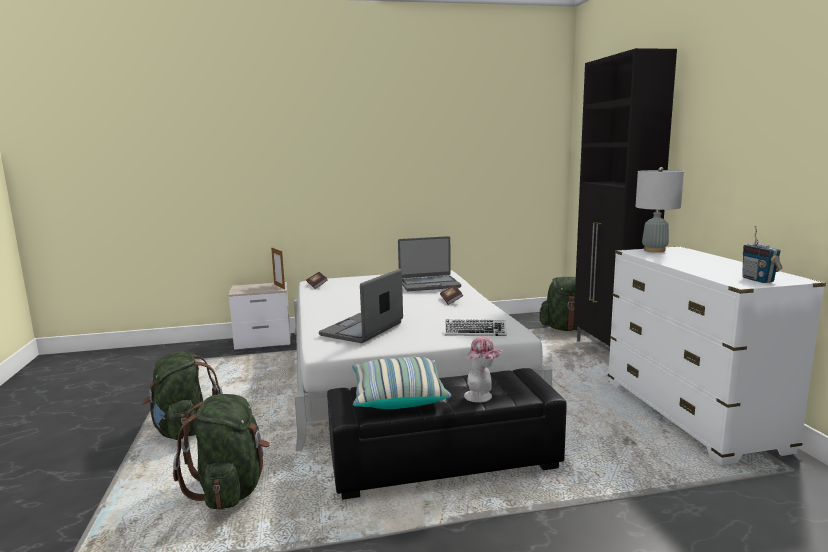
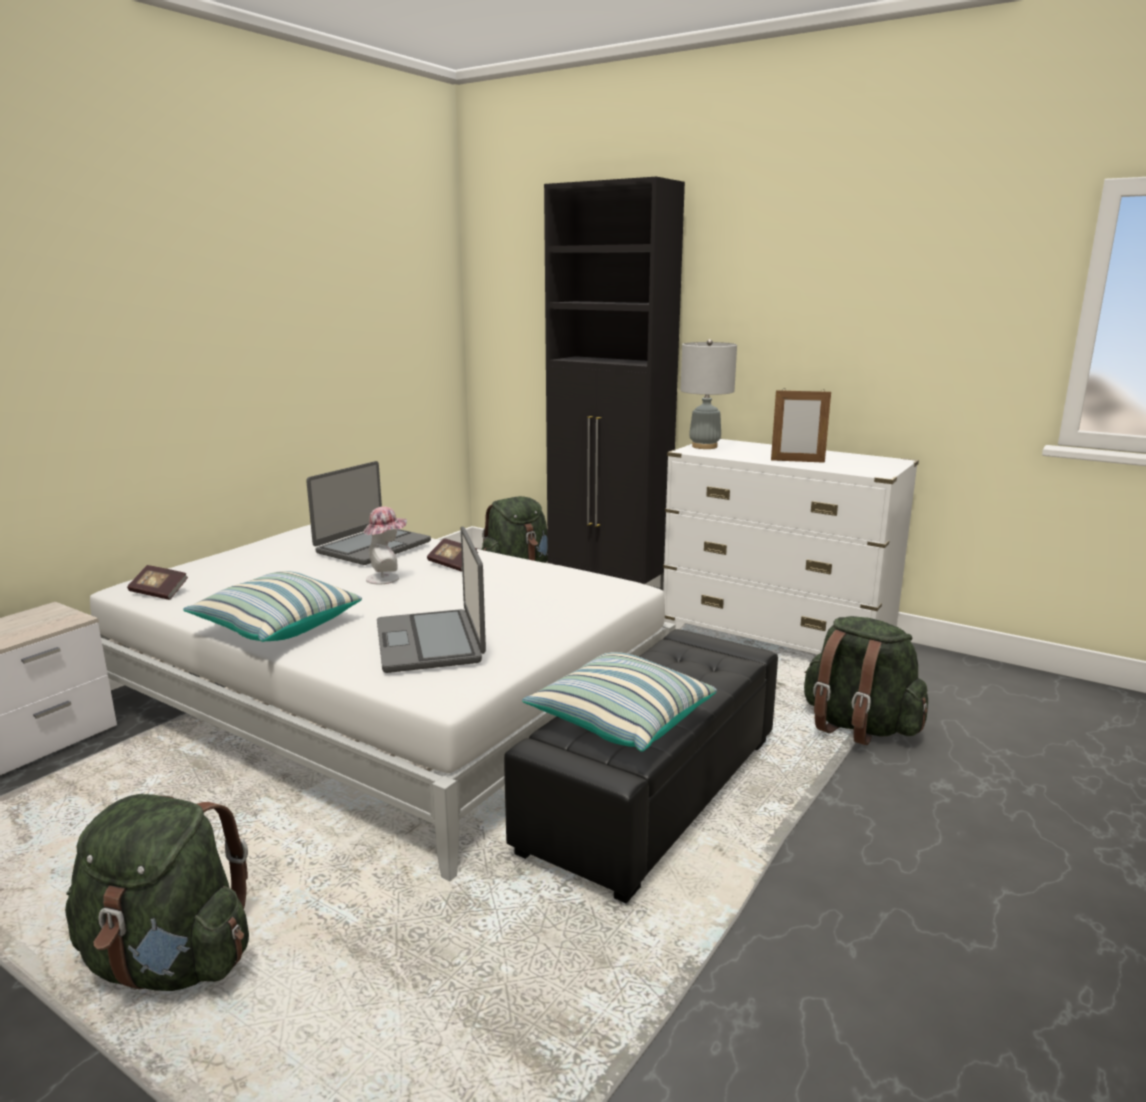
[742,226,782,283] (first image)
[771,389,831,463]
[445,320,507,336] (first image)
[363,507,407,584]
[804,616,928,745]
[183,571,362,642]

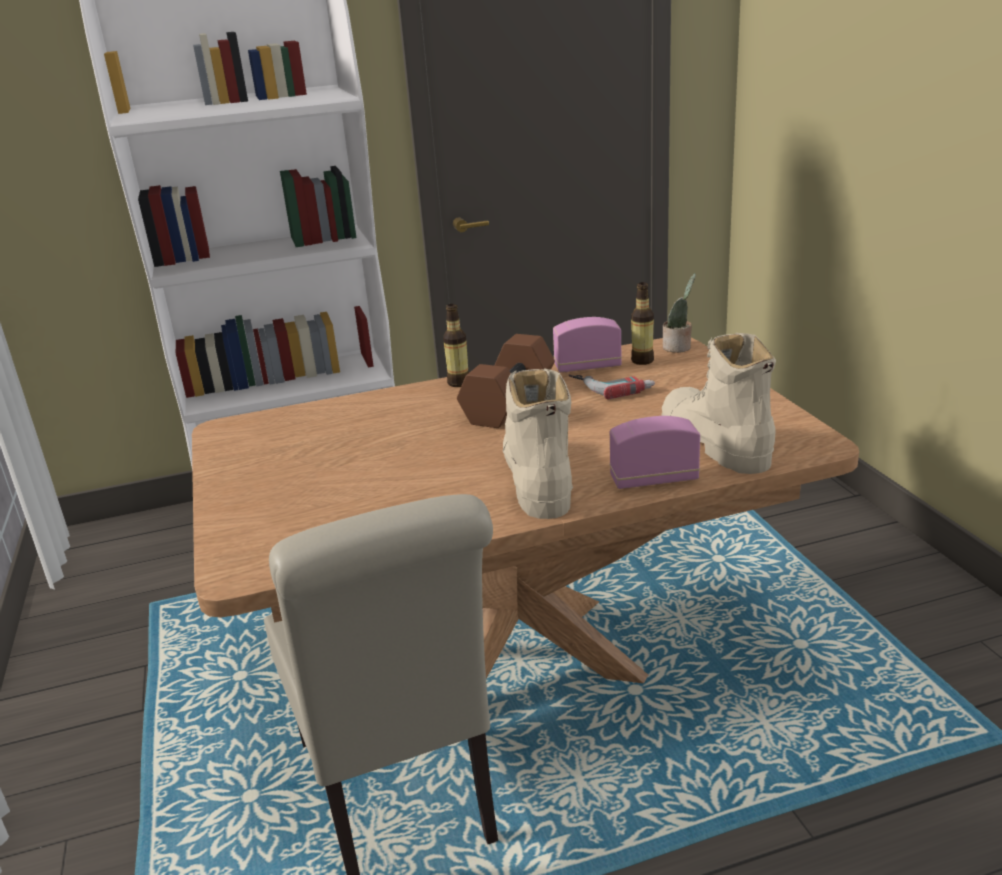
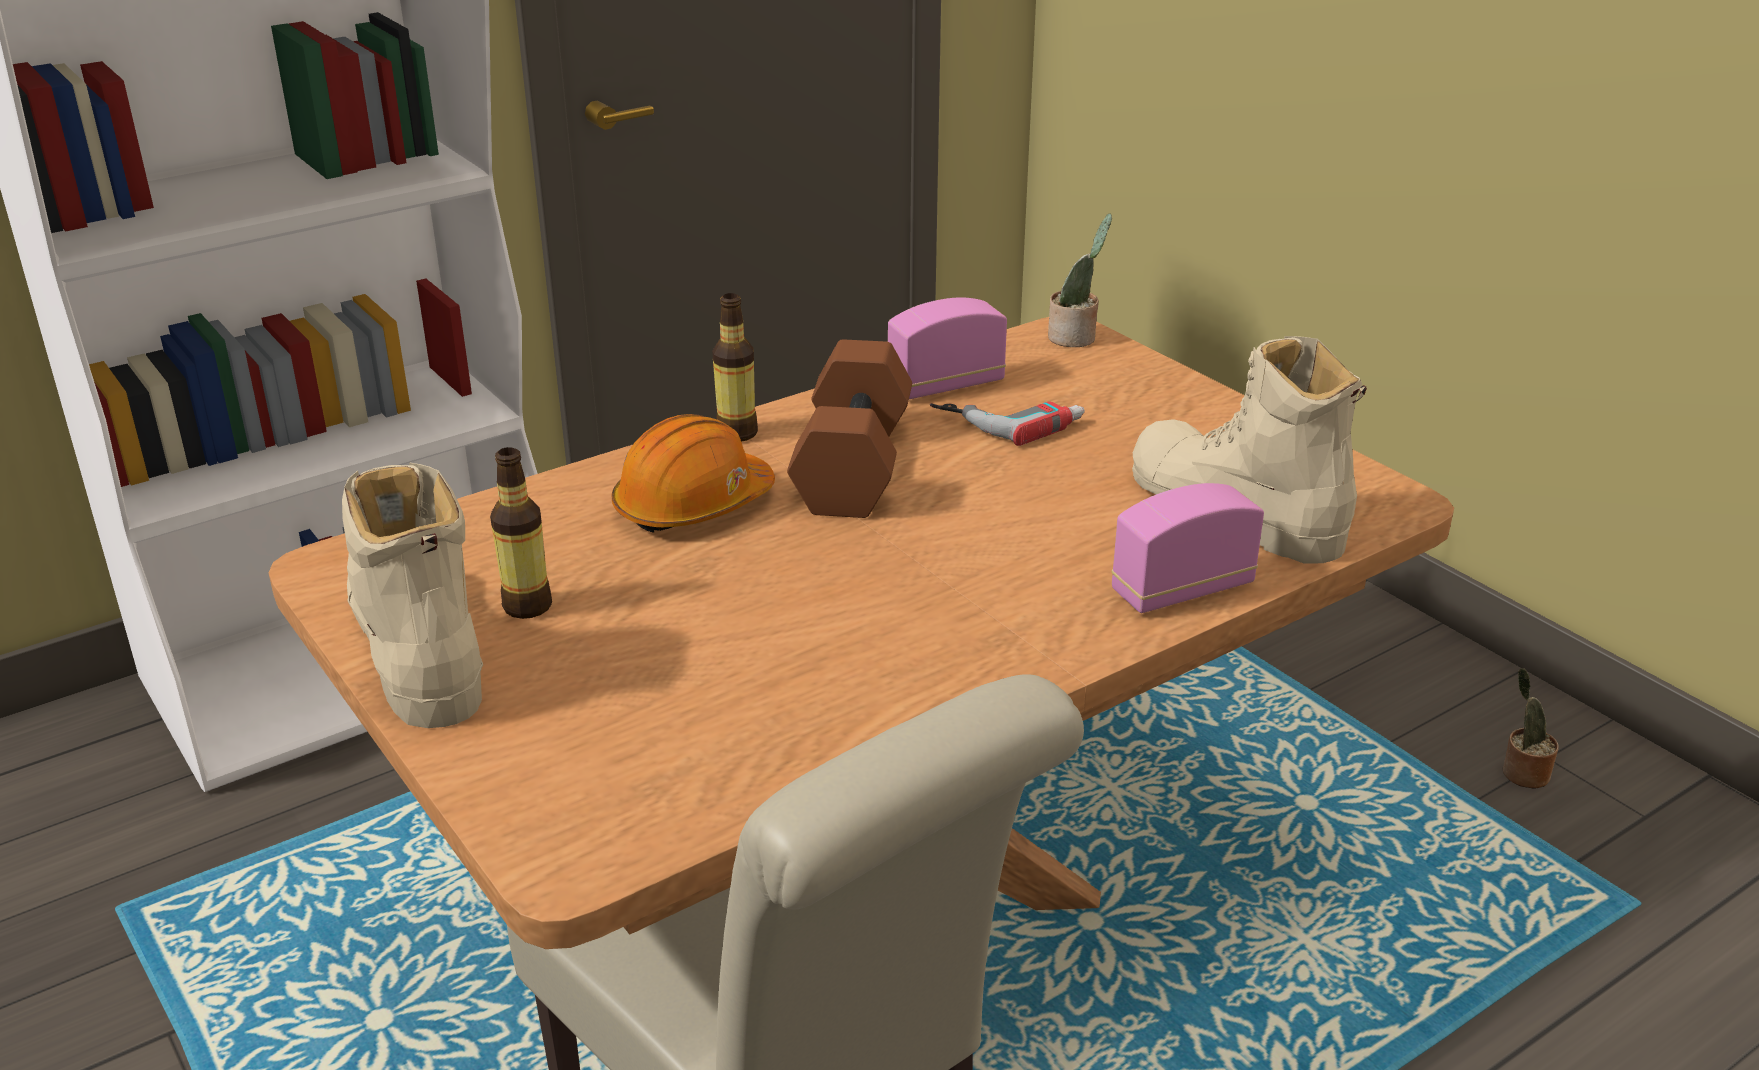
[490,447,552,619]
[342,462,483,728]
[612,414,775,533]
[1502,668,1559,789]

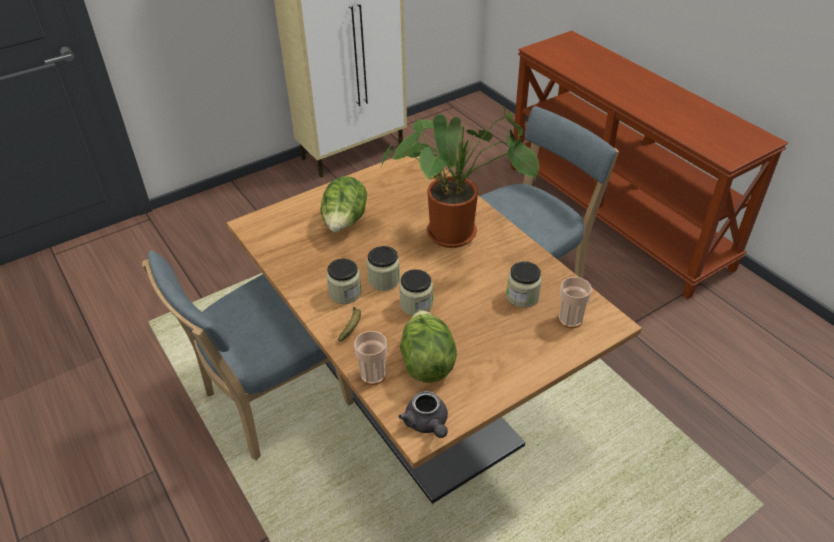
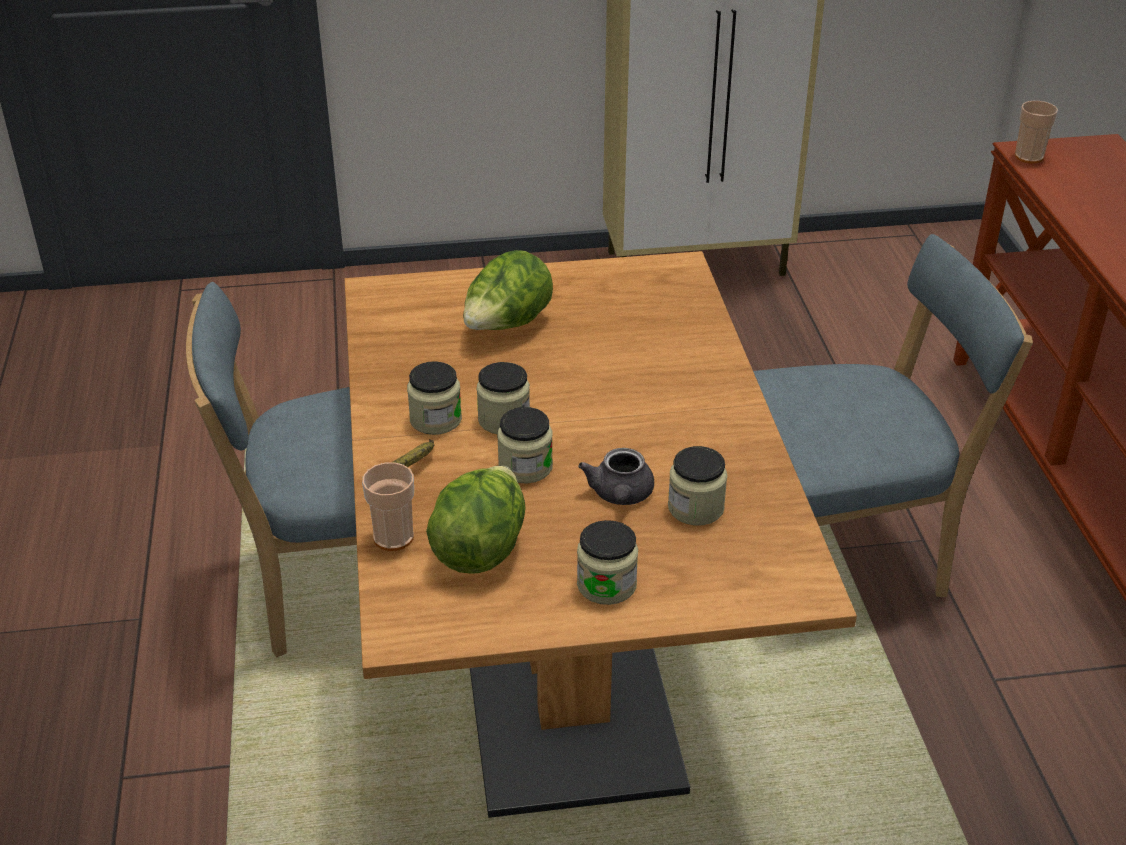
[381,105,539,248] (first image)
[1015,101,1058,164]
[578,448,654,505]
[577,520,638,605]

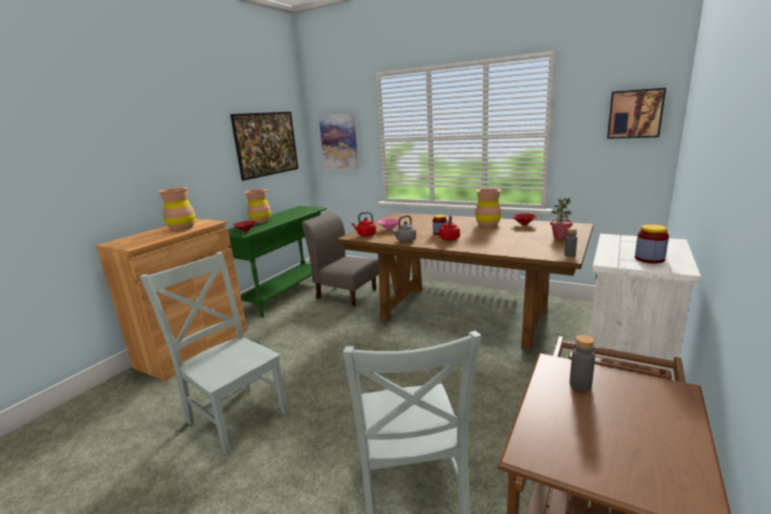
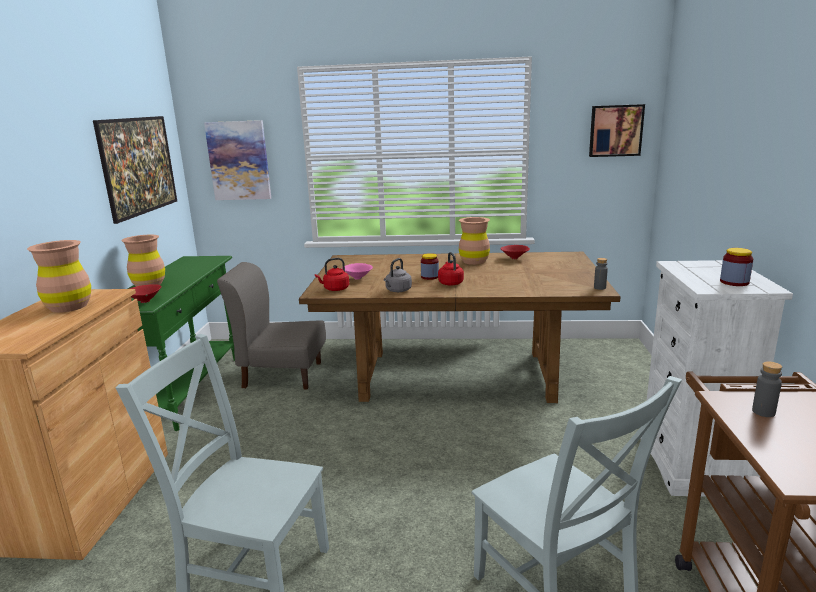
[550,198,573,240] (first image)

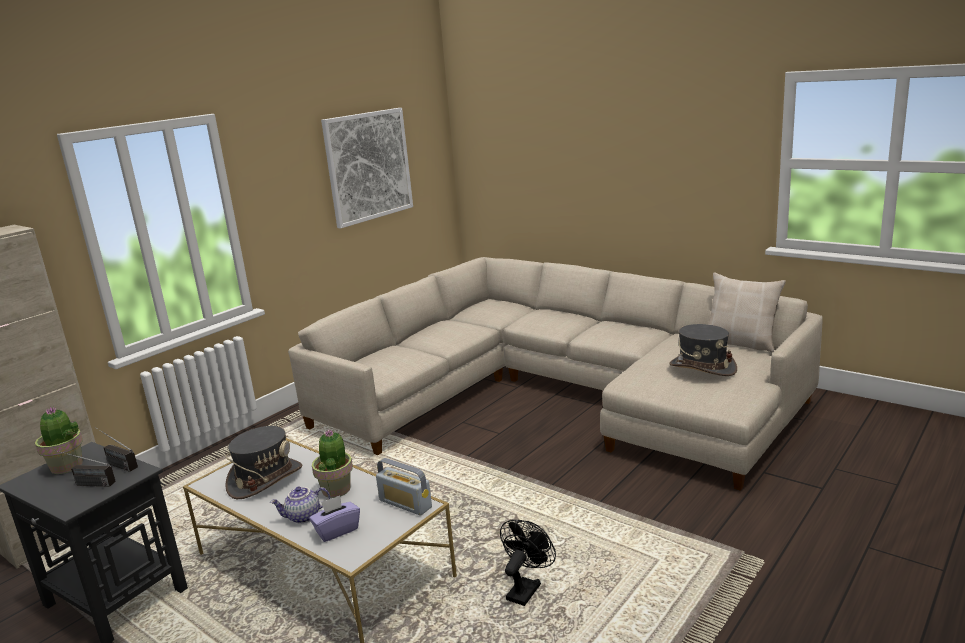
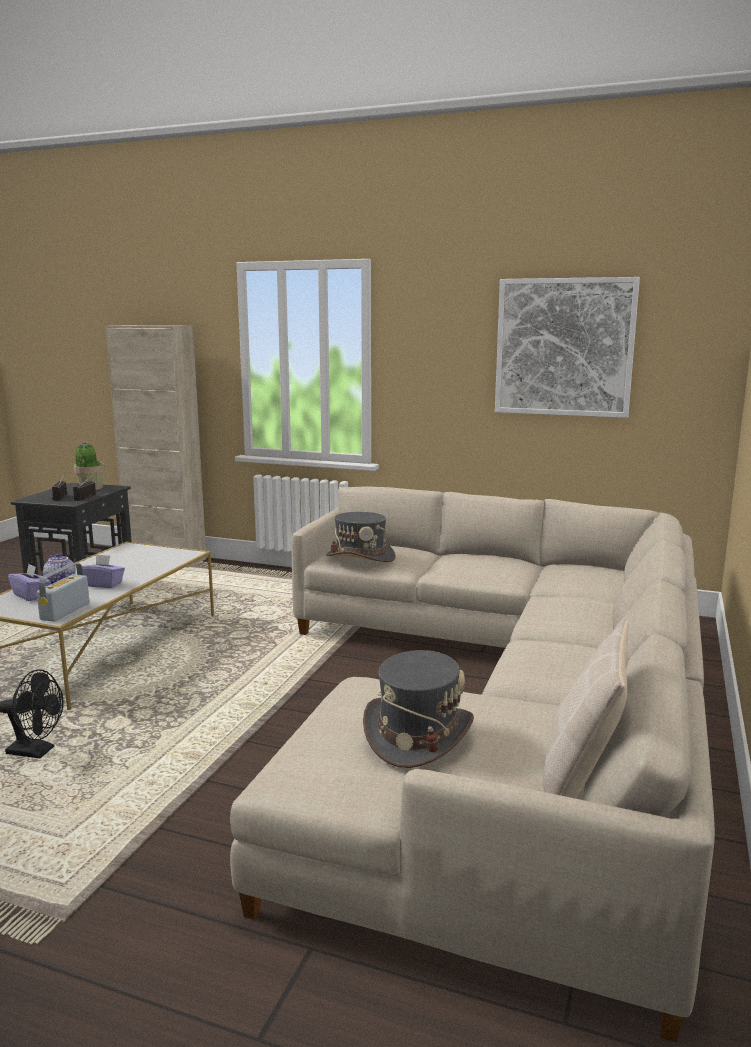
[326,512,396,562]
[82,554,125,588]

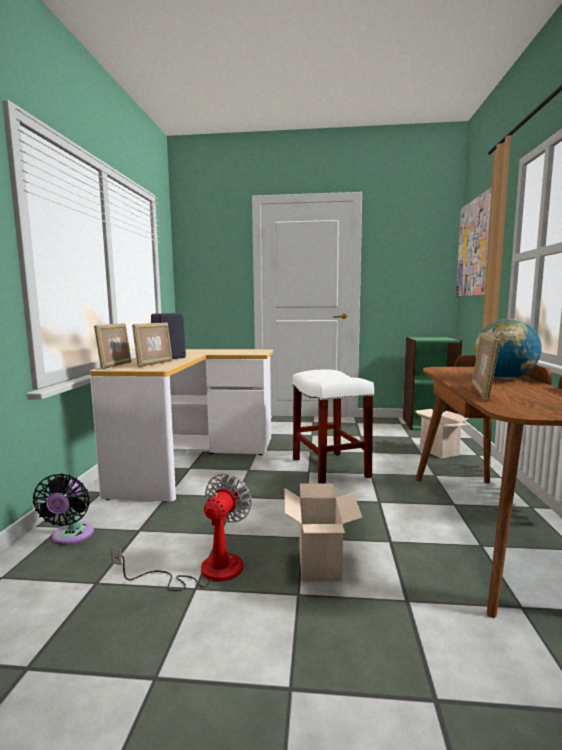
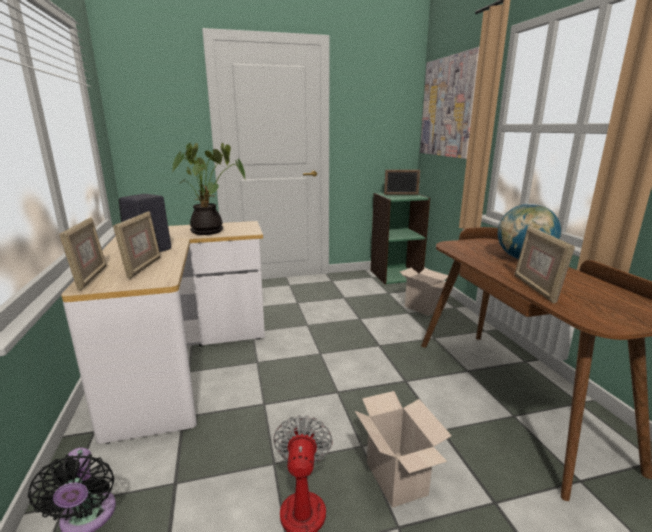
[292,369,374,484] (first image)
[172,143,245,235]
[384,170,420,195]

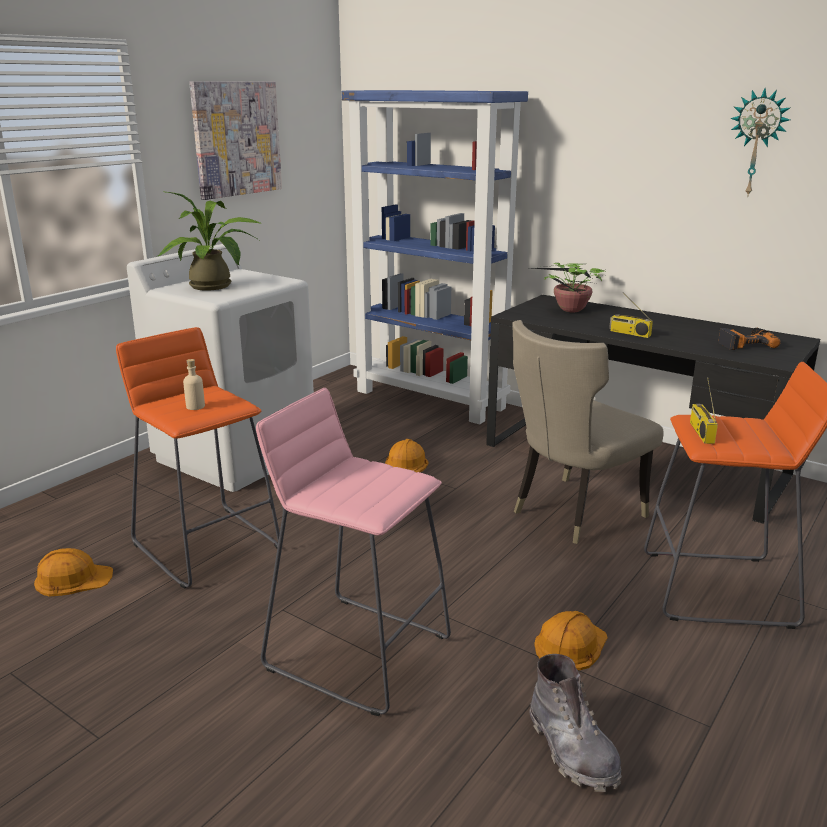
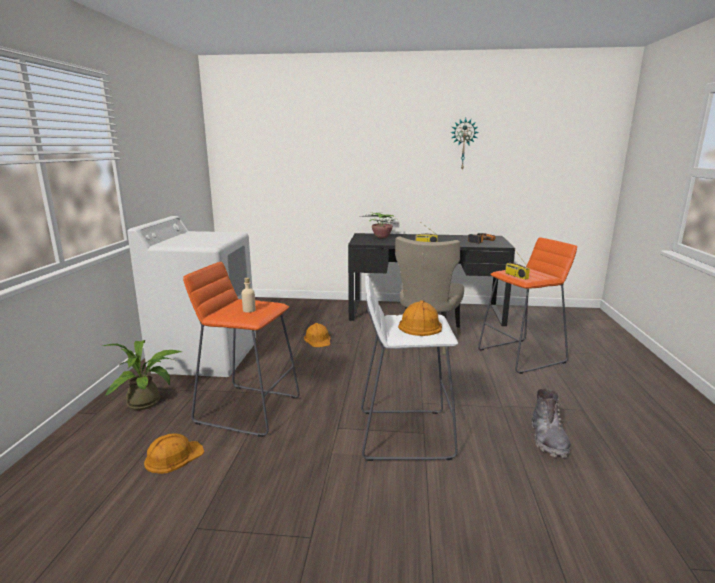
[189,82,282,200] (first image)
[342,90,528,424] (first image)
[101,340,182,410]
[361,276,458,461]
[398,300,442,336]
[532,389,570,458]

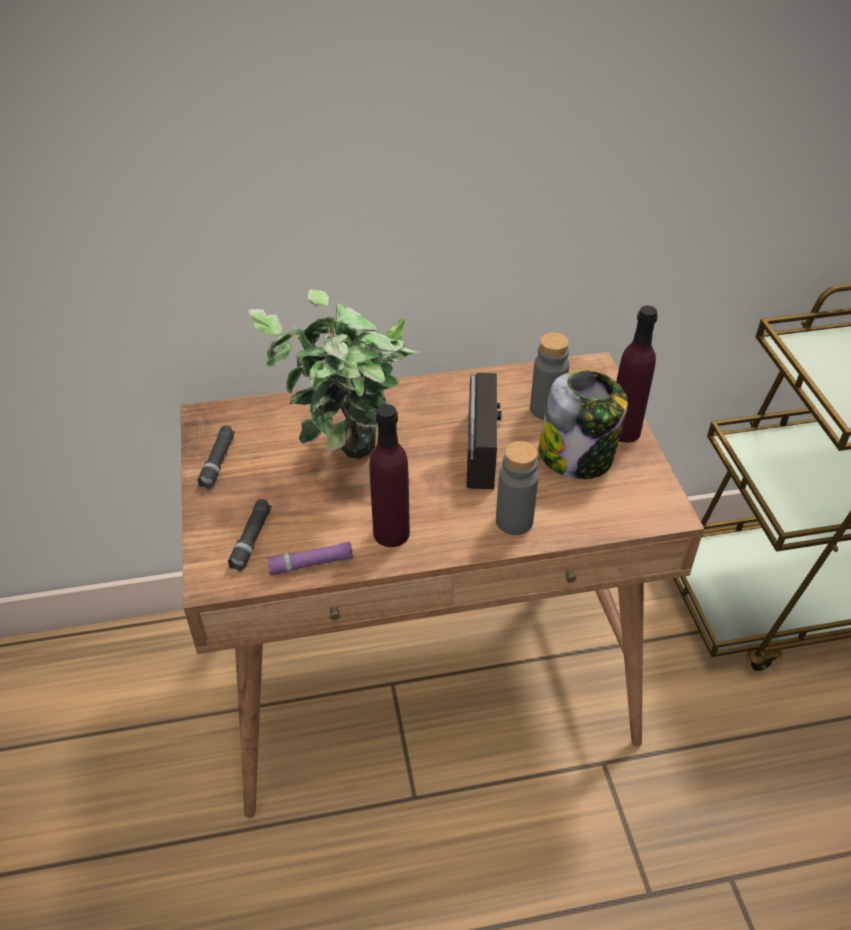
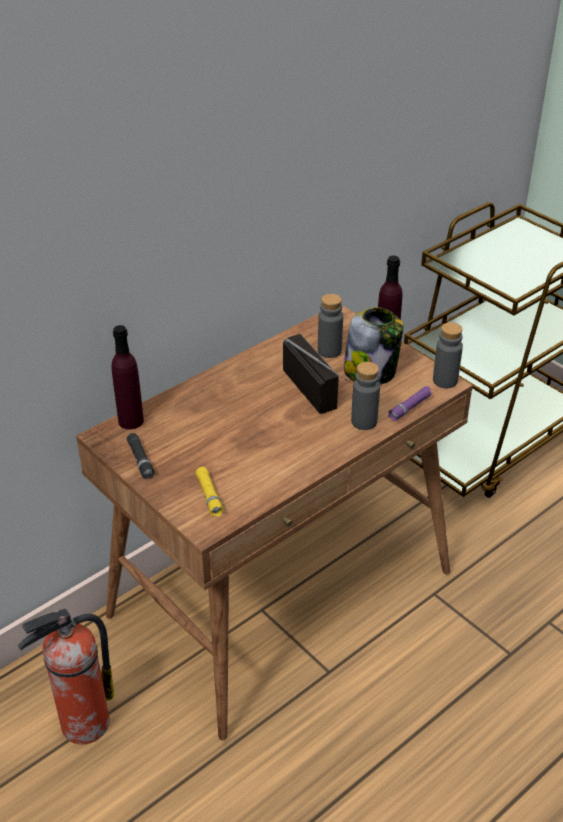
[248,289,420,459] (first image)
[112,325,144,429]
[196,467,224,517]
[388,386,432,421]
[433,322,463,388]
[18,609,114,744]

